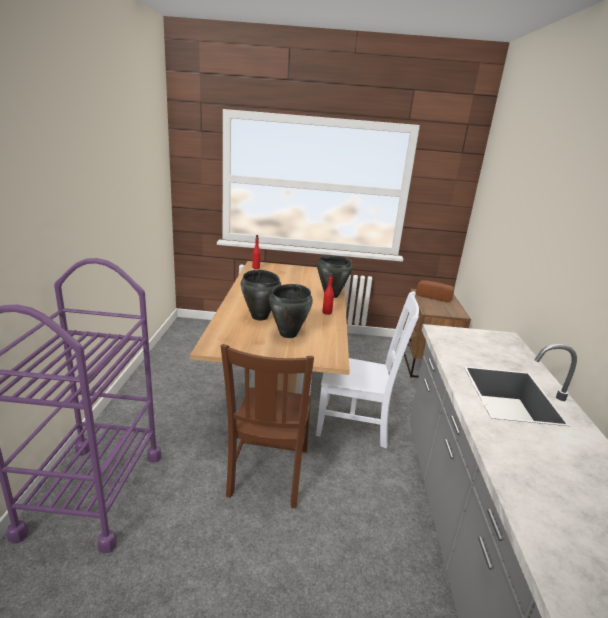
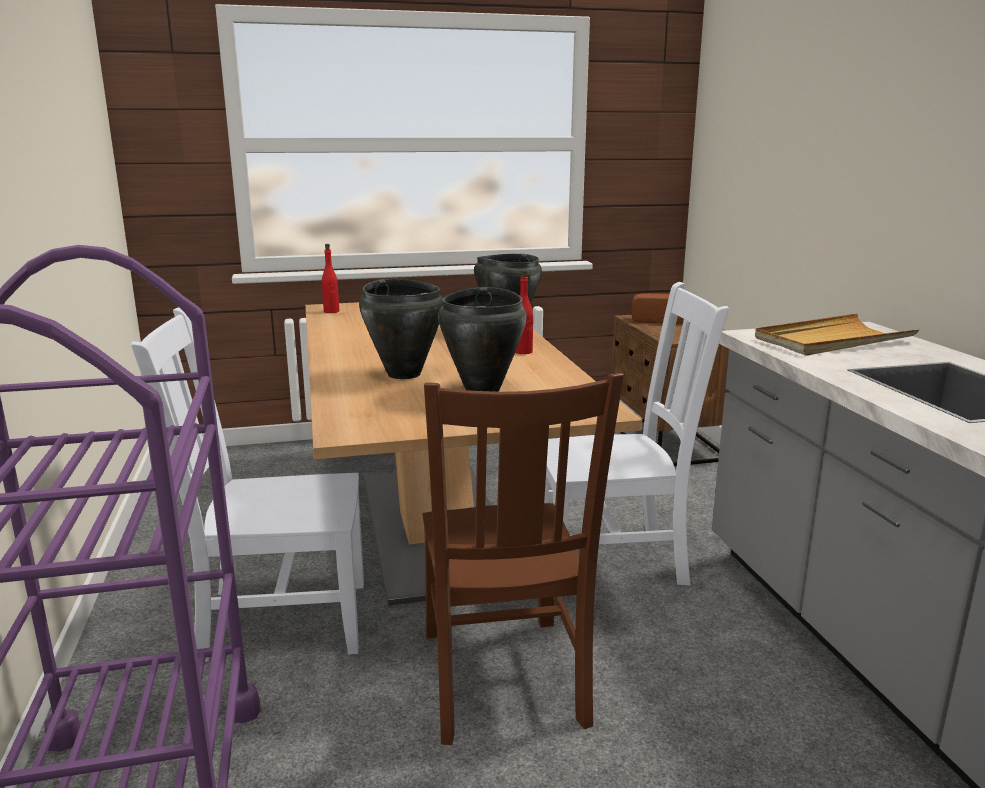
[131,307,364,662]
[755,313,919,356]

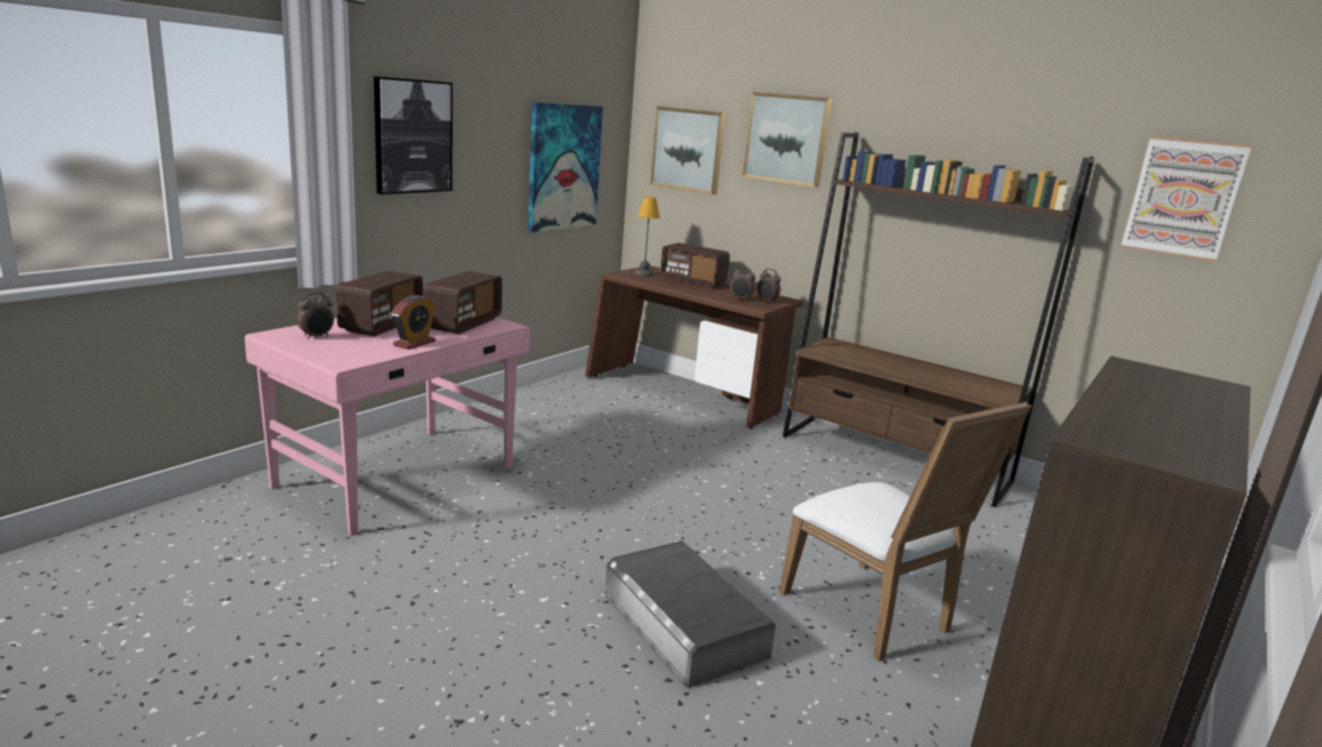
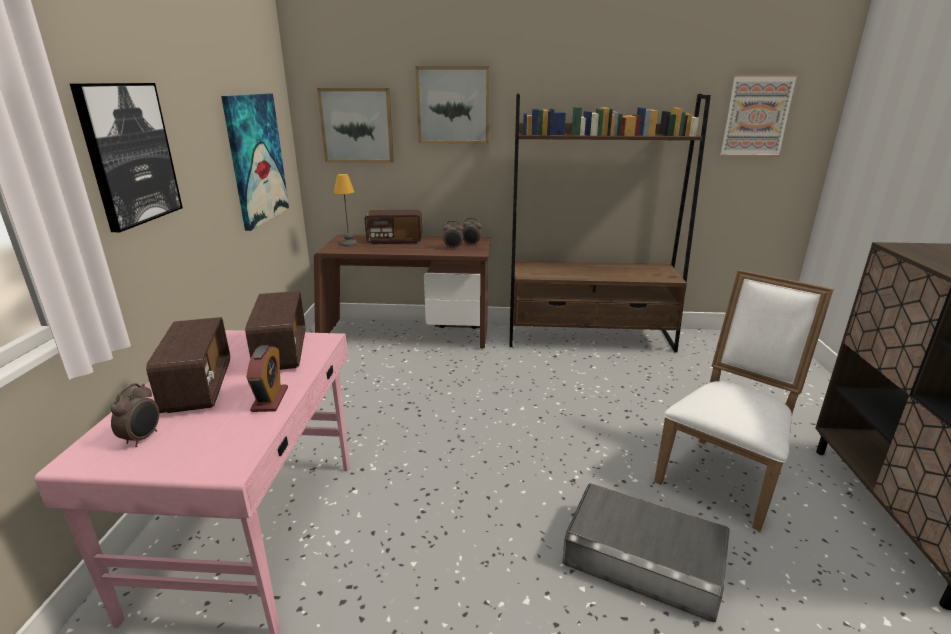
[654,270,834,531]

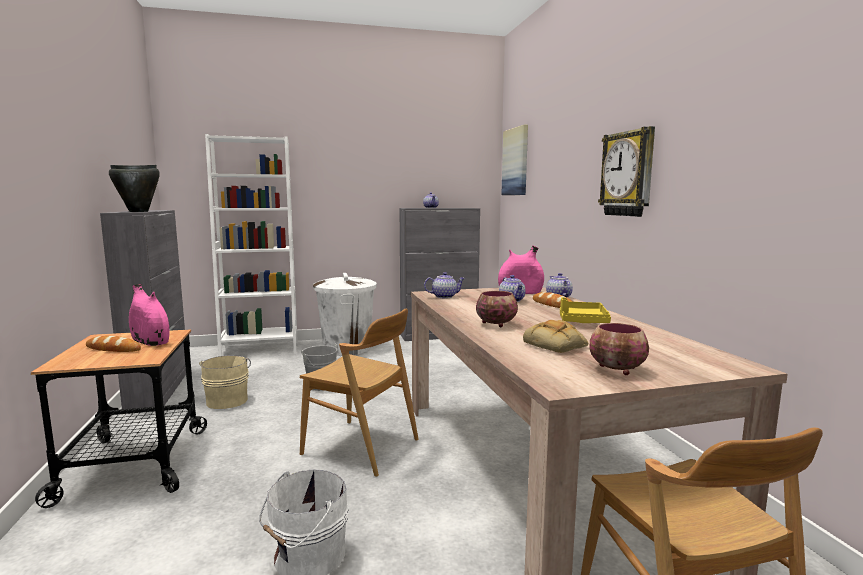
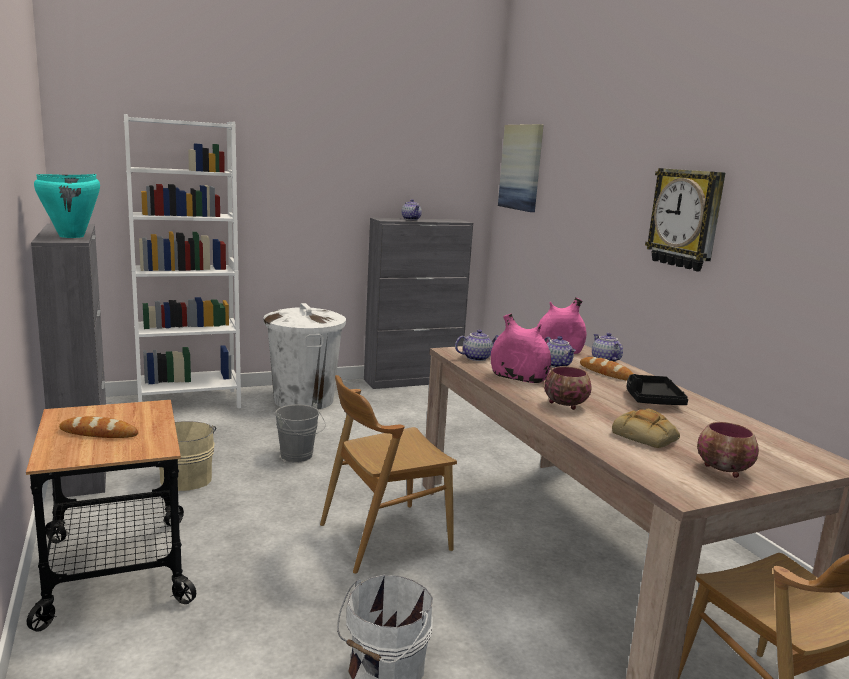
[34,174,100,238]
[491,313,551,383]
[627,374,688,405]
[320,375,457,574]

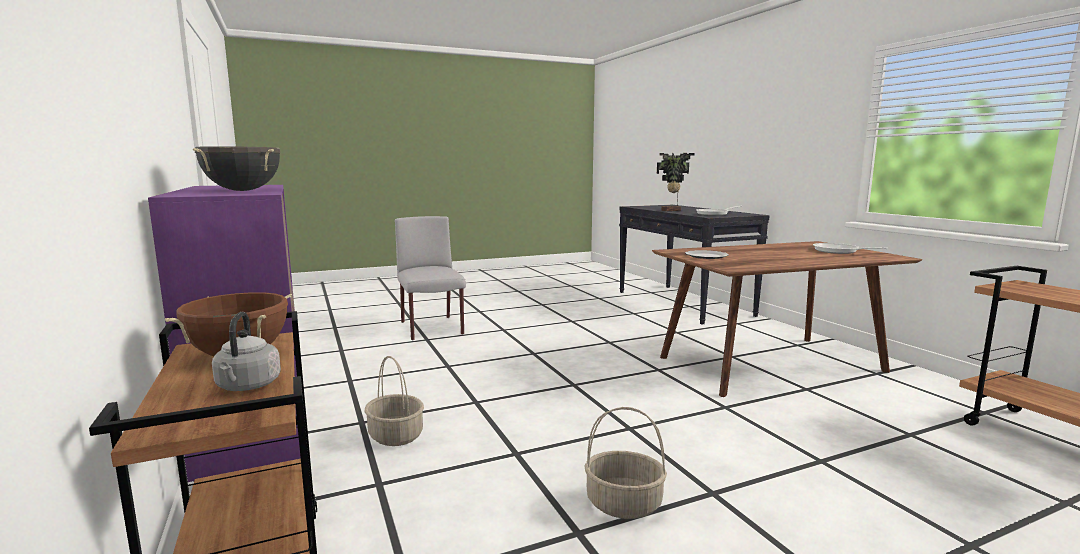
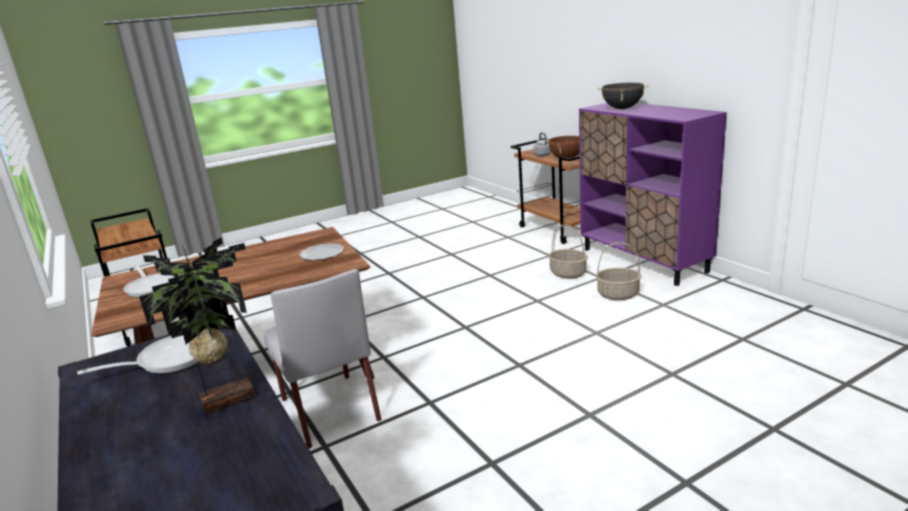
[264,269,381,449]
[596,242,641,300]

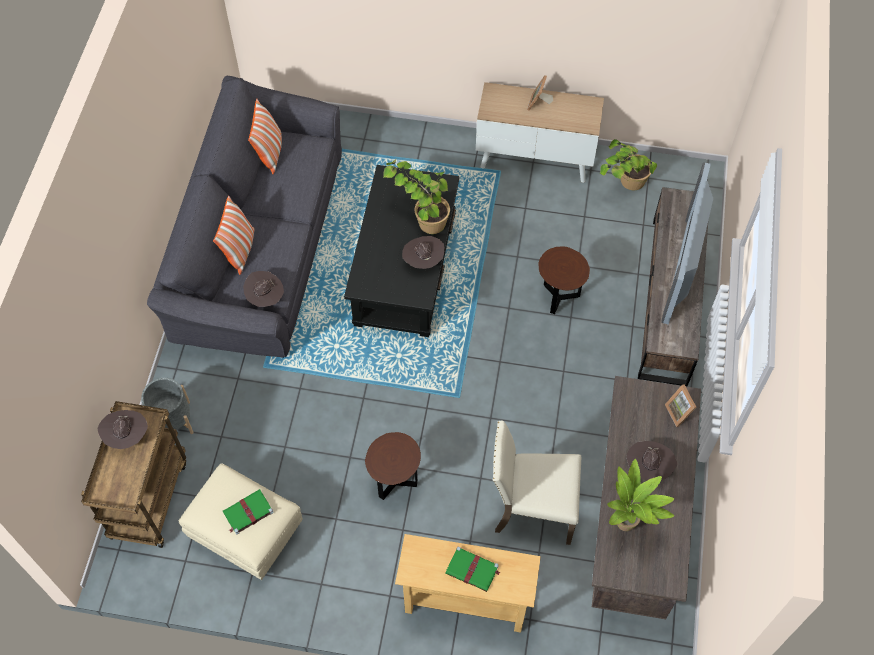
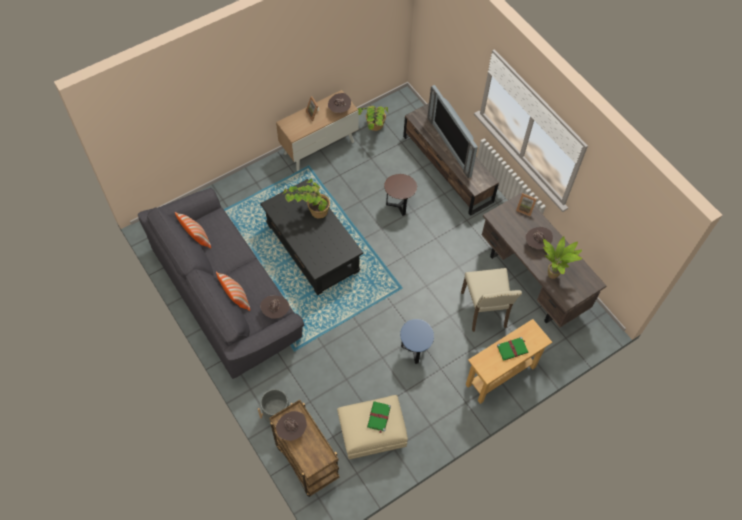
[328,93,351,113]
[461,268,522,332]
[400,319,434,364]

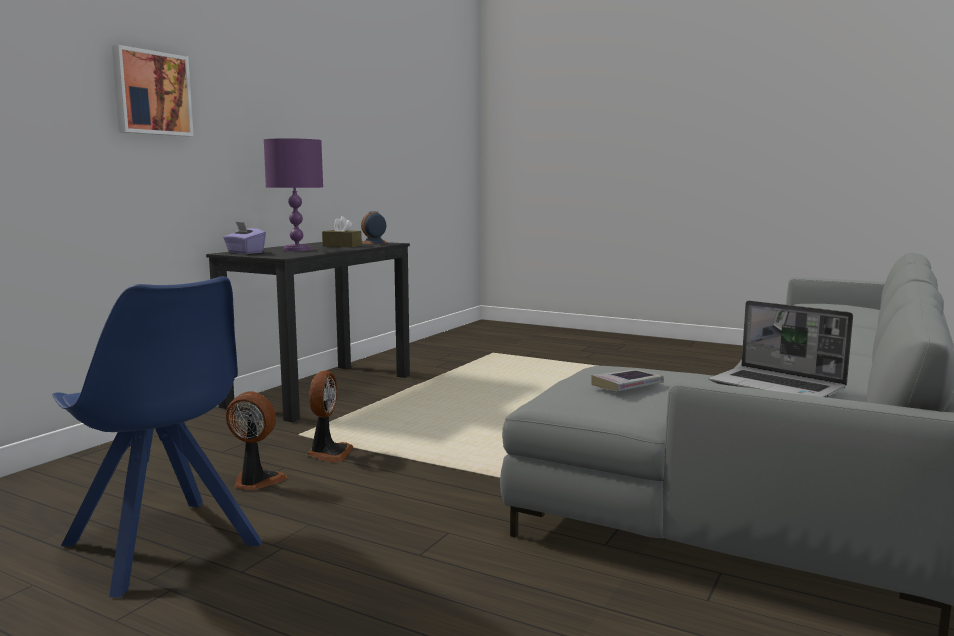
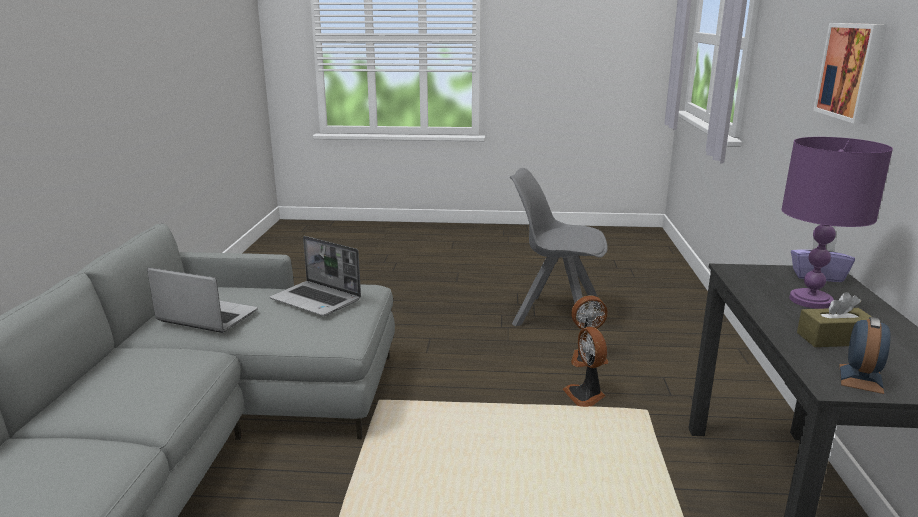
[510,168,608,326]
[270,236,361,316]

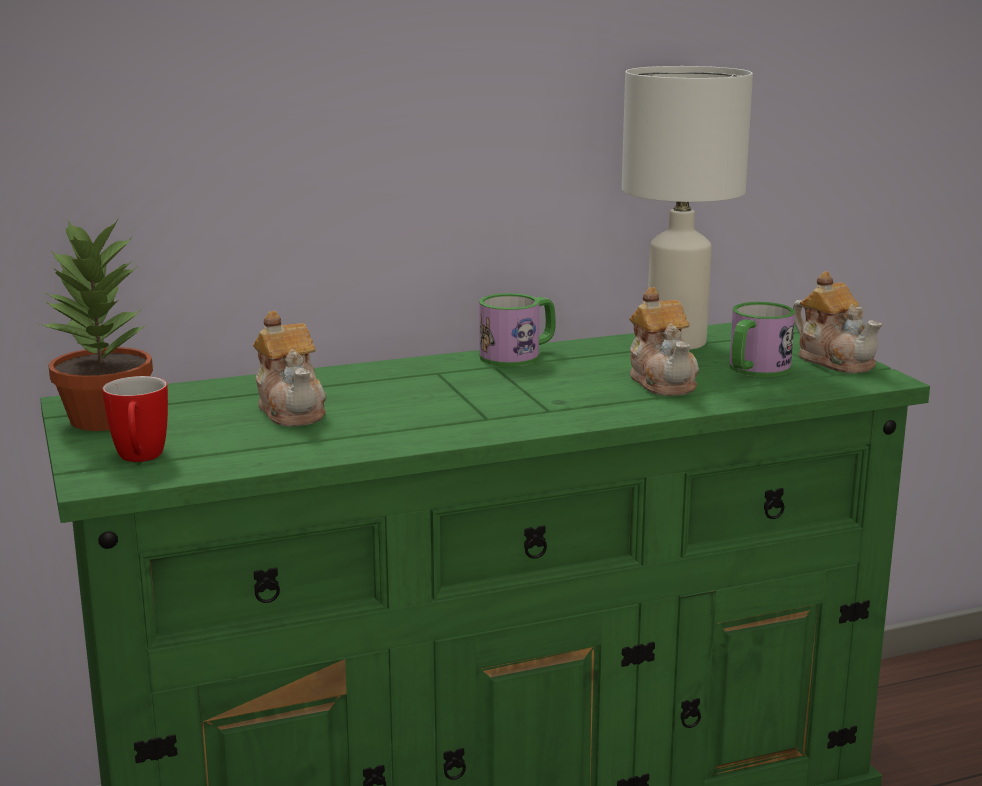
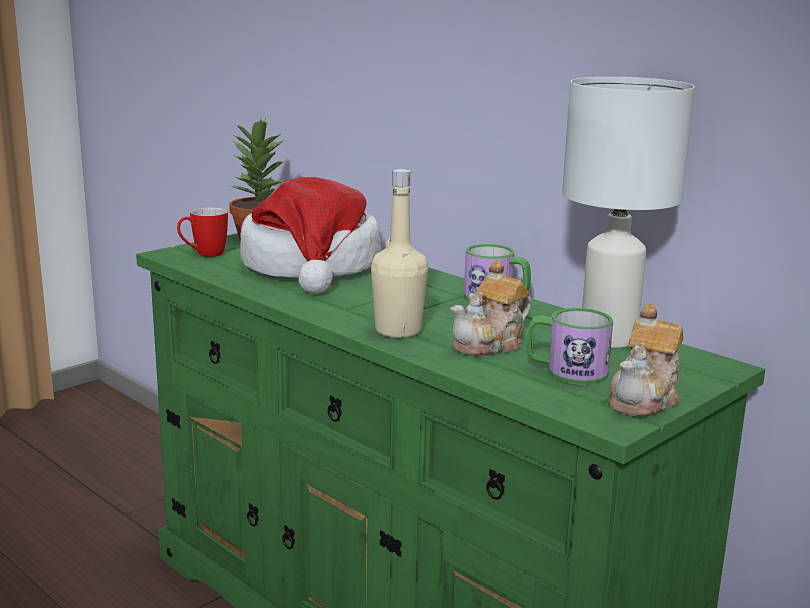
[240,177,381,294]
[371,169,428,338]

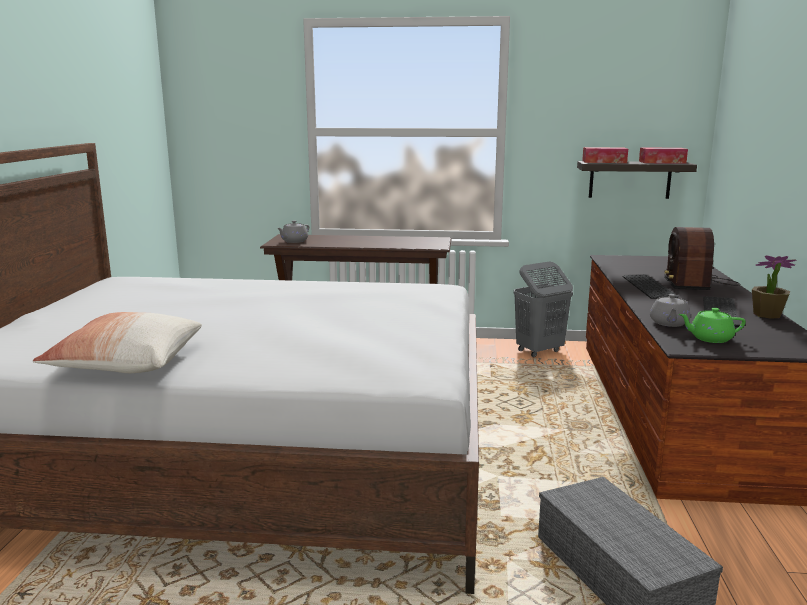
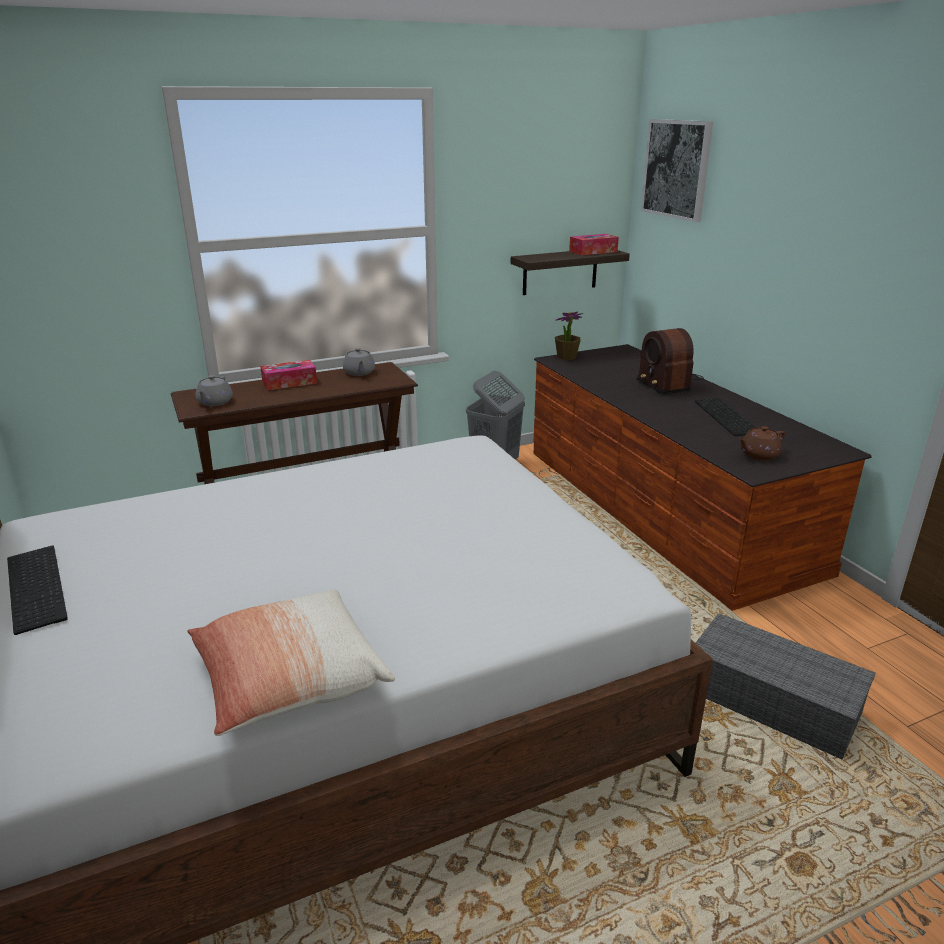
[260,360,317,390]
[555,312,583,360]
[7,545,68,635]
[343,348,375,376]
[739,426,785,460]
[641,119,714,222]

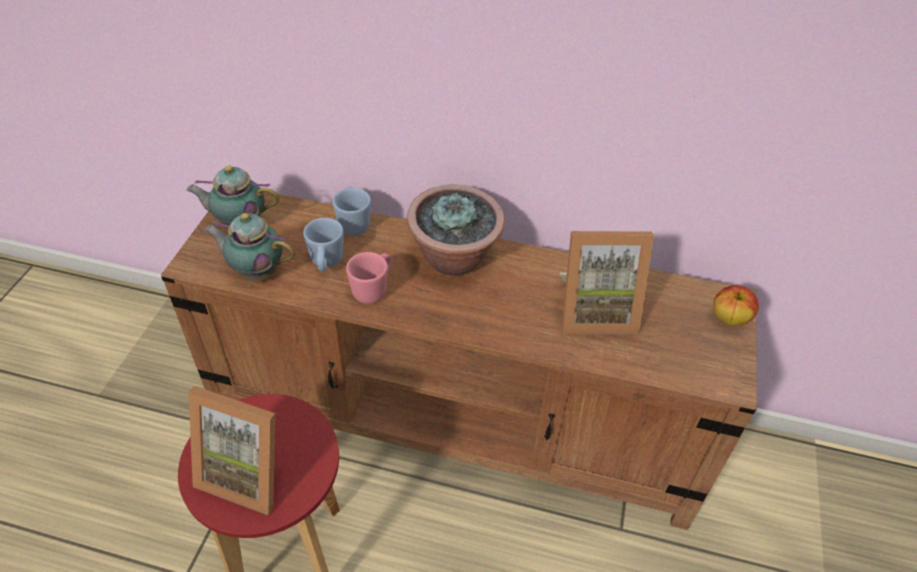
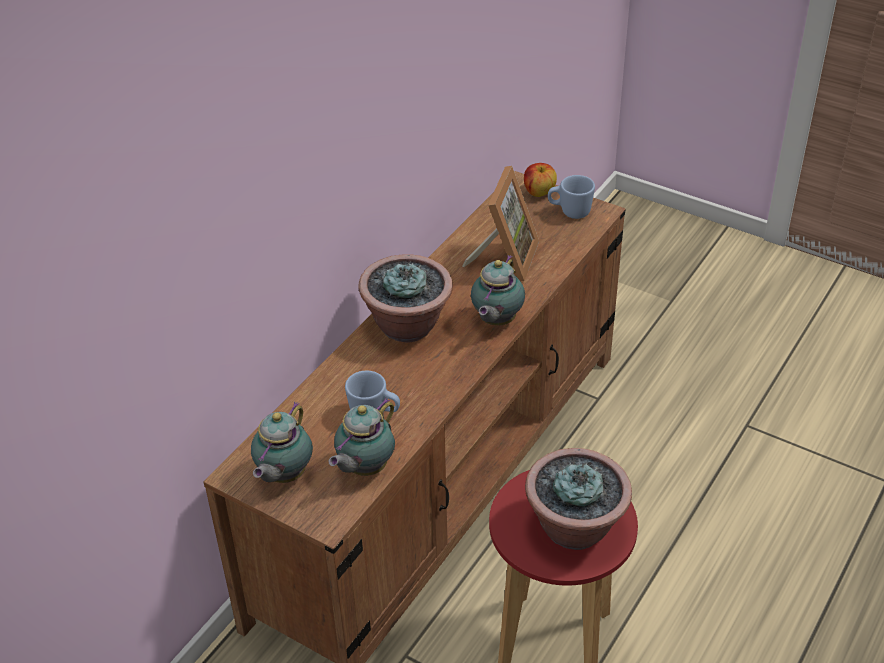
[548,175,595,219]
[346,252,391,304] (first image)
[525,448,632,550]
[471,255,525,326]

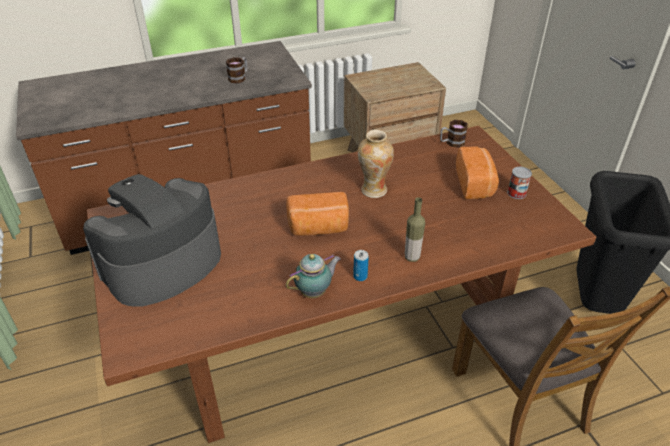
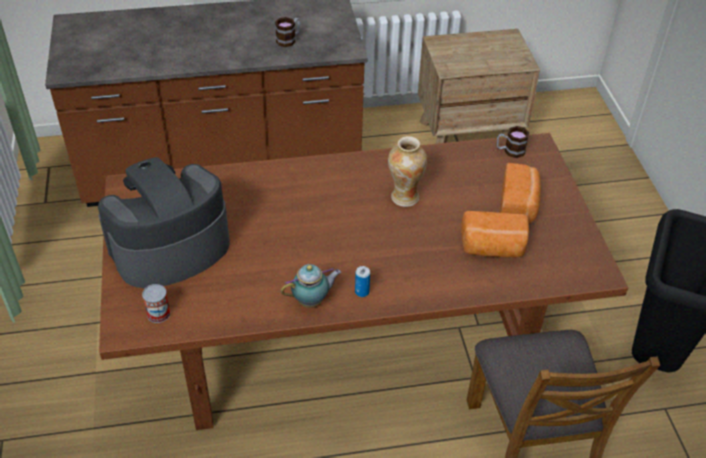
[142,284,171,323]
[461,211,529,258]
[405,197,425,262] (first image)

